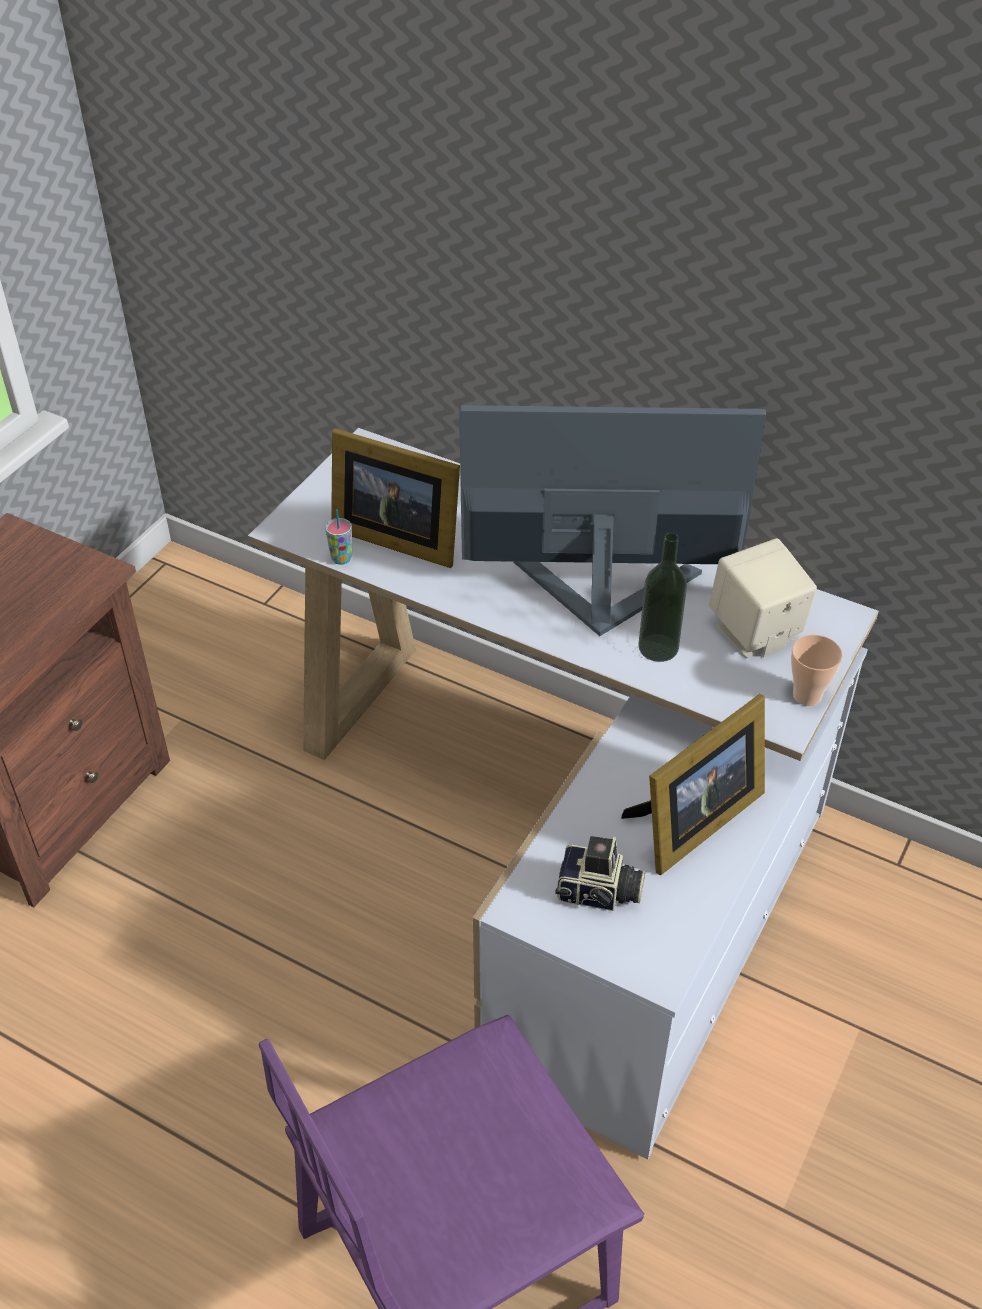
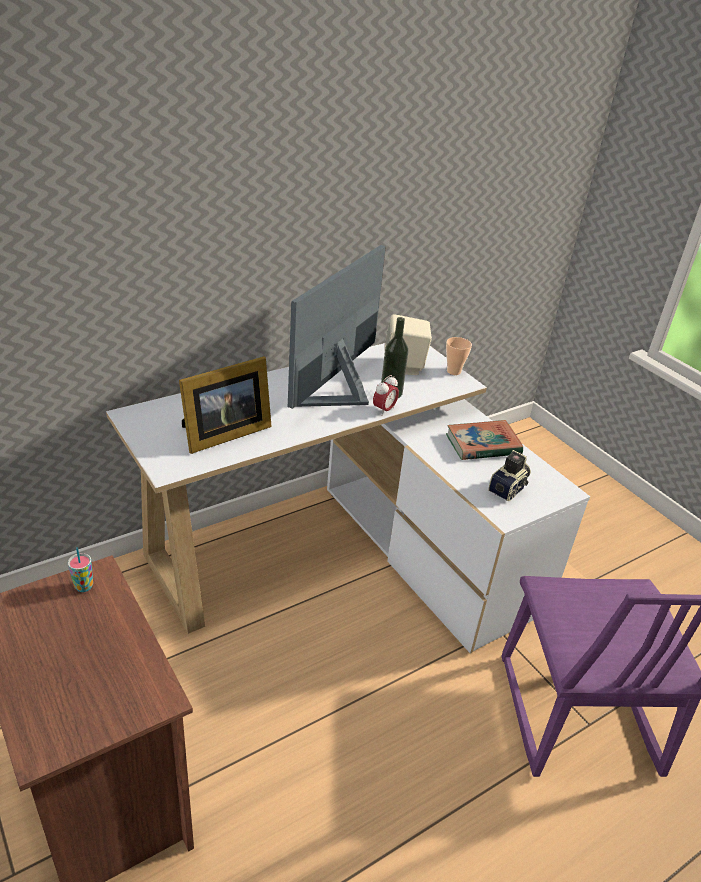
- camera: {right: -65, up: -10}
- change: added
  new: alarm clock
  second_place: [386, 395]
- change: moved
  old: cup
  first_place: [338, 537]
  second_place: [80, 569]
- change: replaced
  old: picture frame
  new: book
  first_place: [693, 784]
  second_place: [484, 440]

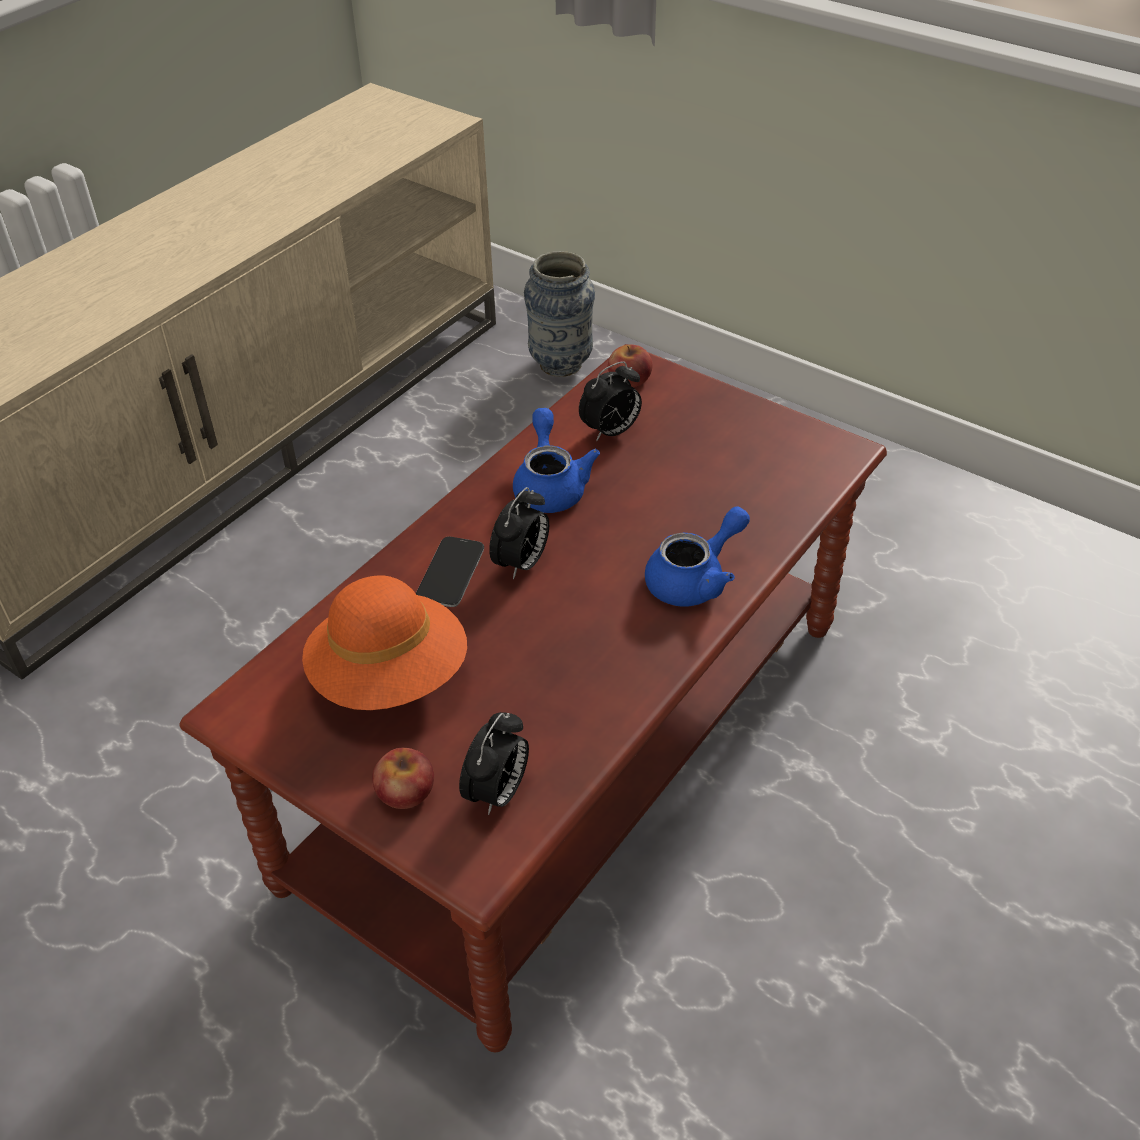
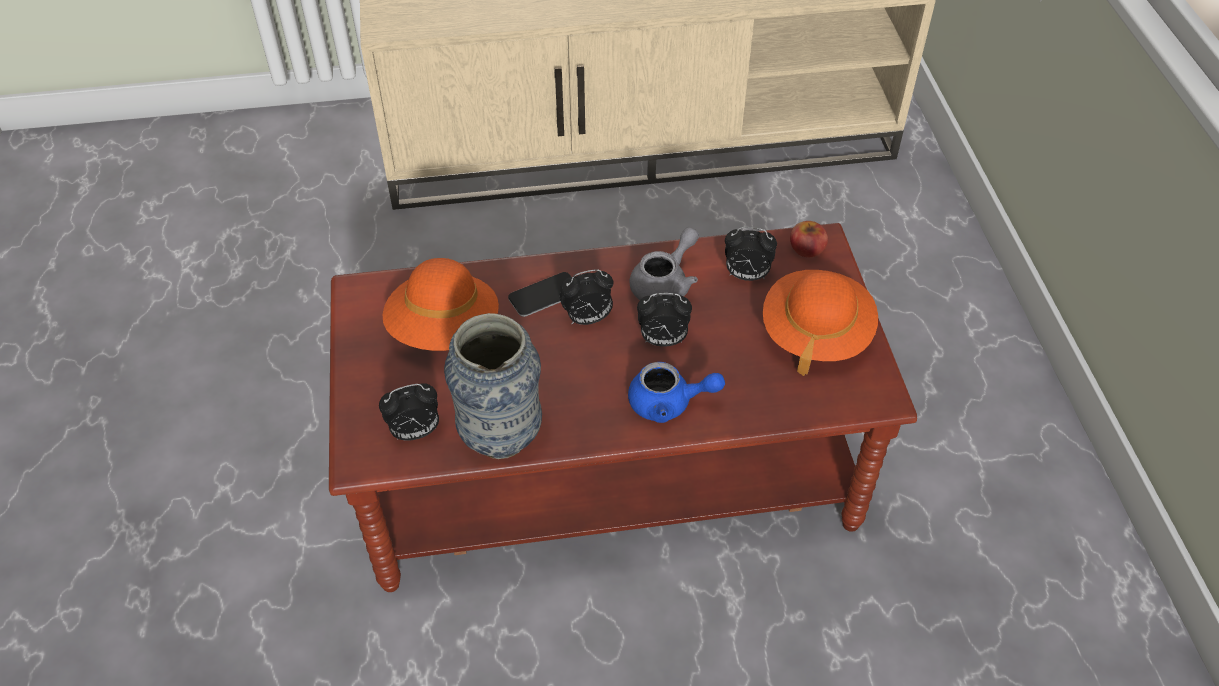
- camera: {right: 45, up: 5}
- change: removed
  old: apple
  first_place: [403, 778]
- change: added
  new: alarm clock
  second_place: [664, 320]
- change: added
  new: hat/orange
  second_place: [820, 323]
- change: moved
  old: vase
  first_place: [559, 314]
  second_place: [493, 386]
- change: recoloured
  old: teapot/blue
  new: teapot/grey
  first_place: [556, 460]
  second_place: [664, 263]

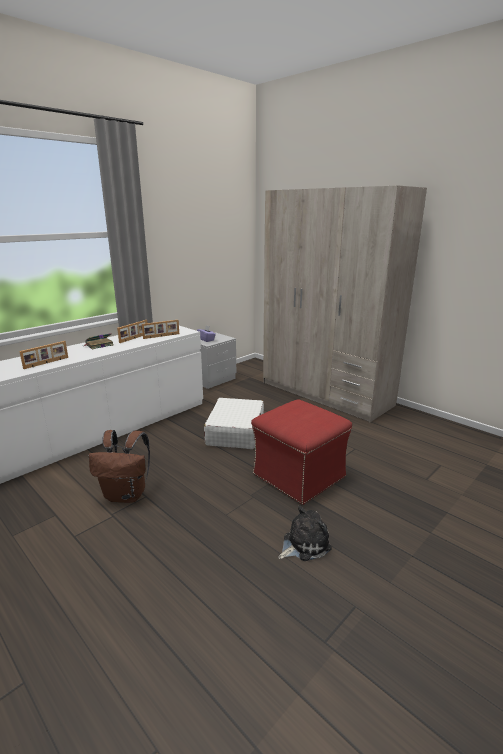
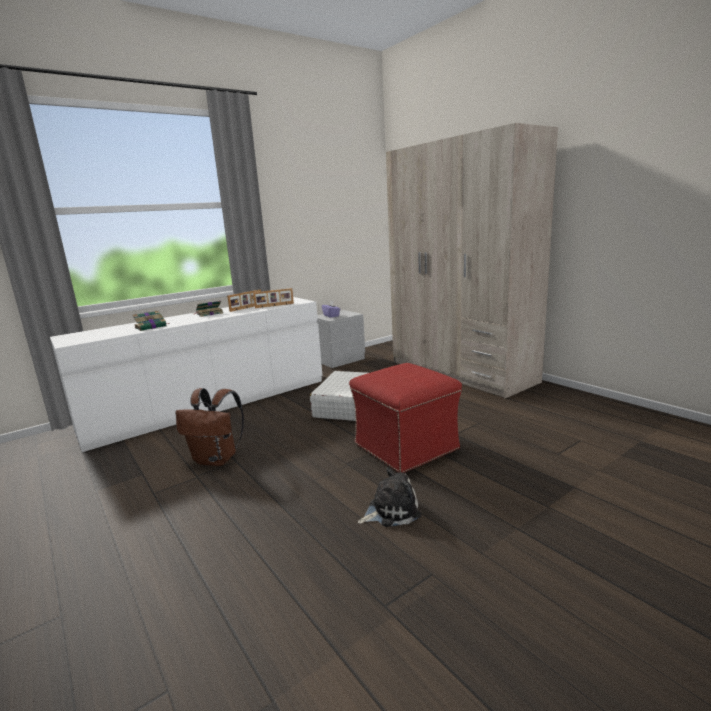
- camera: {right: 10, up: -5}
- change: replaced
  old: picture frame
  new: book
  first_place: [43, 355]
  second_place: [151, 321]

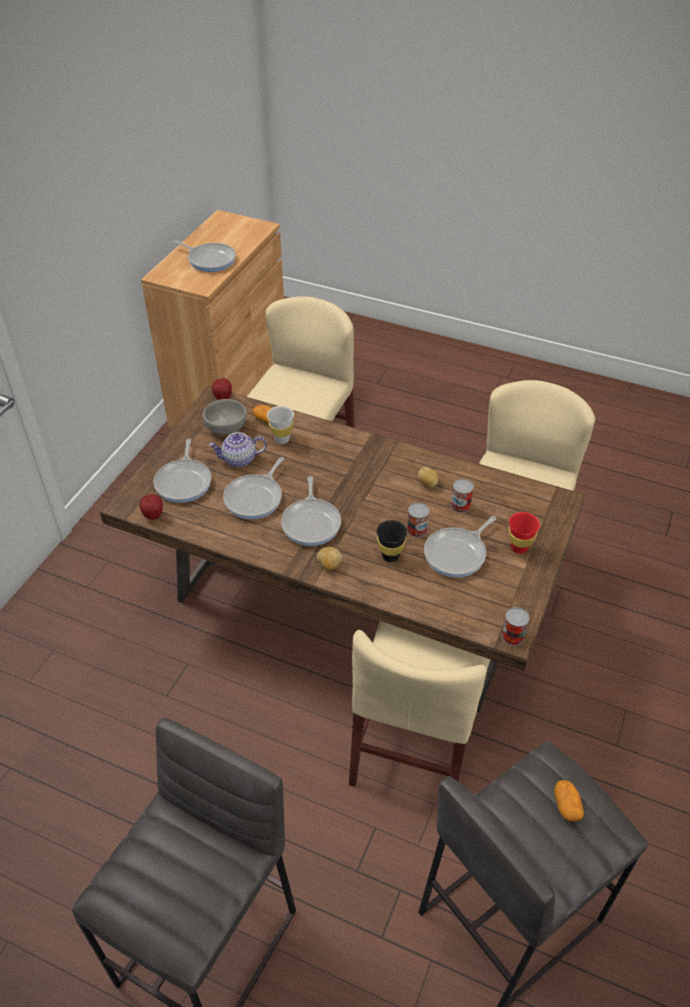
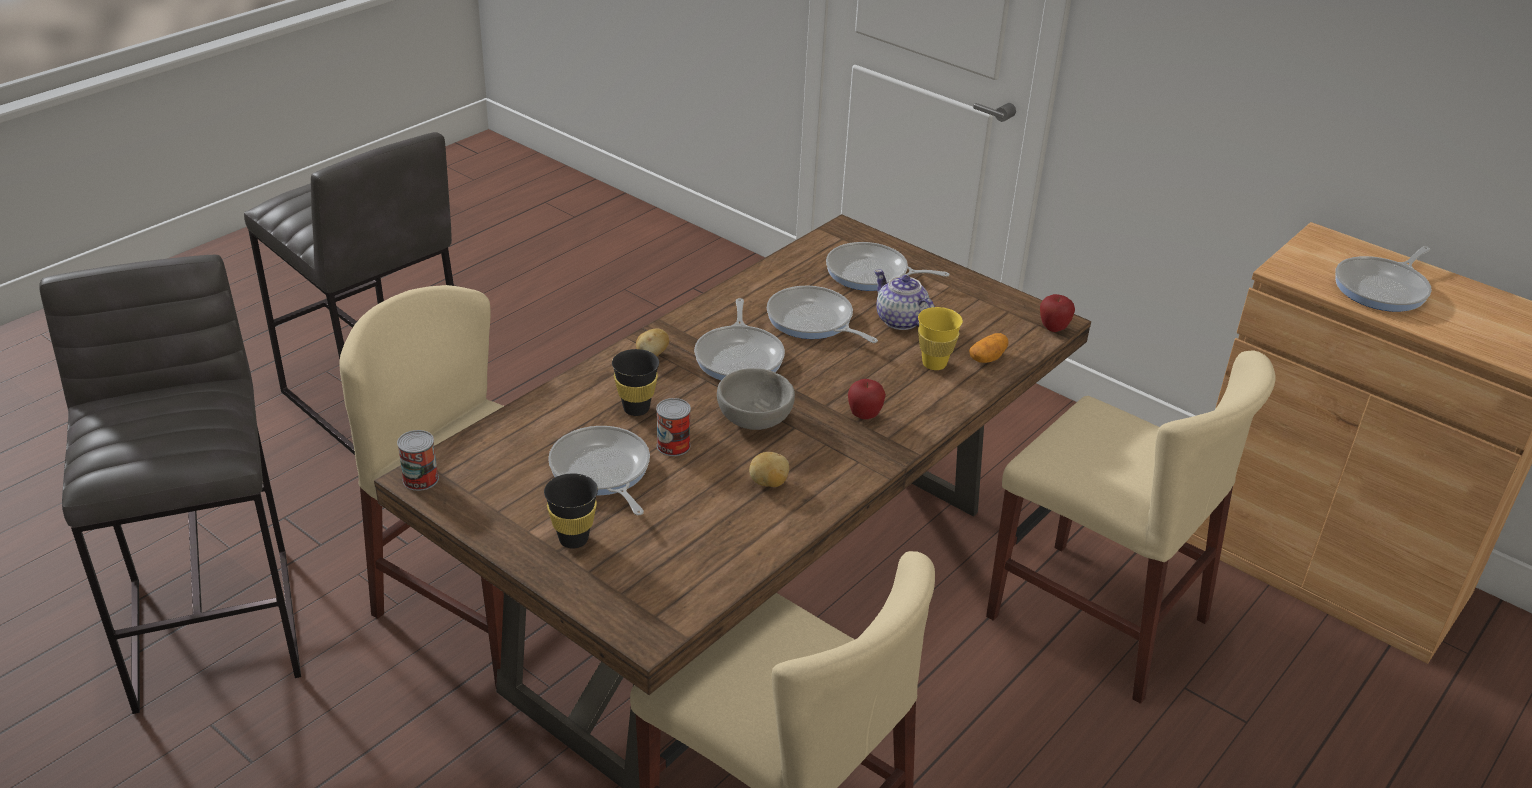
- camera: {right: 105, up: -10}
- change: removed
  old: can
  first_place: [462, 496]
- change: removed
  old: potato
  first_place: [569, 800]
- change: moved
  old: apple
  first_place: [151, 507]
  second_place: [867, 399]
- change: moved
  old: bowl/grey
  first_place: [224, 417]
  second_place: [756, 399]
- change: recoloured
  old: cup/white
  new: cup/yellow
  first_place: [280, 425]
  second_place: [940, 338]
- change: recoloured
  old: cup/red
  new: cup/black
  first_place: [524, 533]
  second_place: [571, 510]
- change: turned
  old: teapot
  first_place: [238, 450]
  second_place: [904, 299]
  degrees: -45
- change: turned
  old: frying pan
  first_place: [311, 511]
  second_place: [739, 339]
  degrees: -105

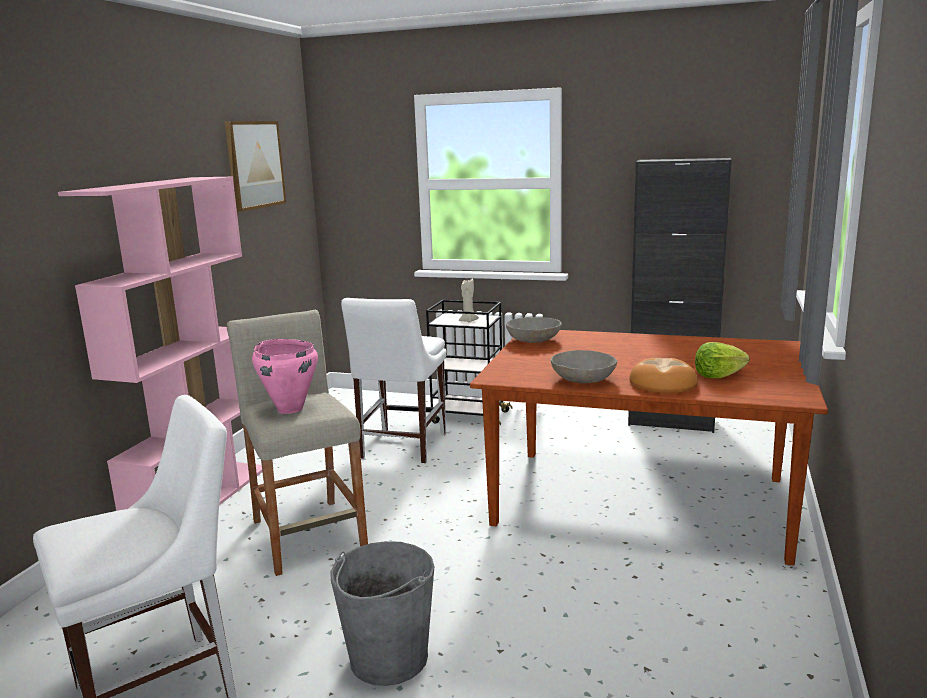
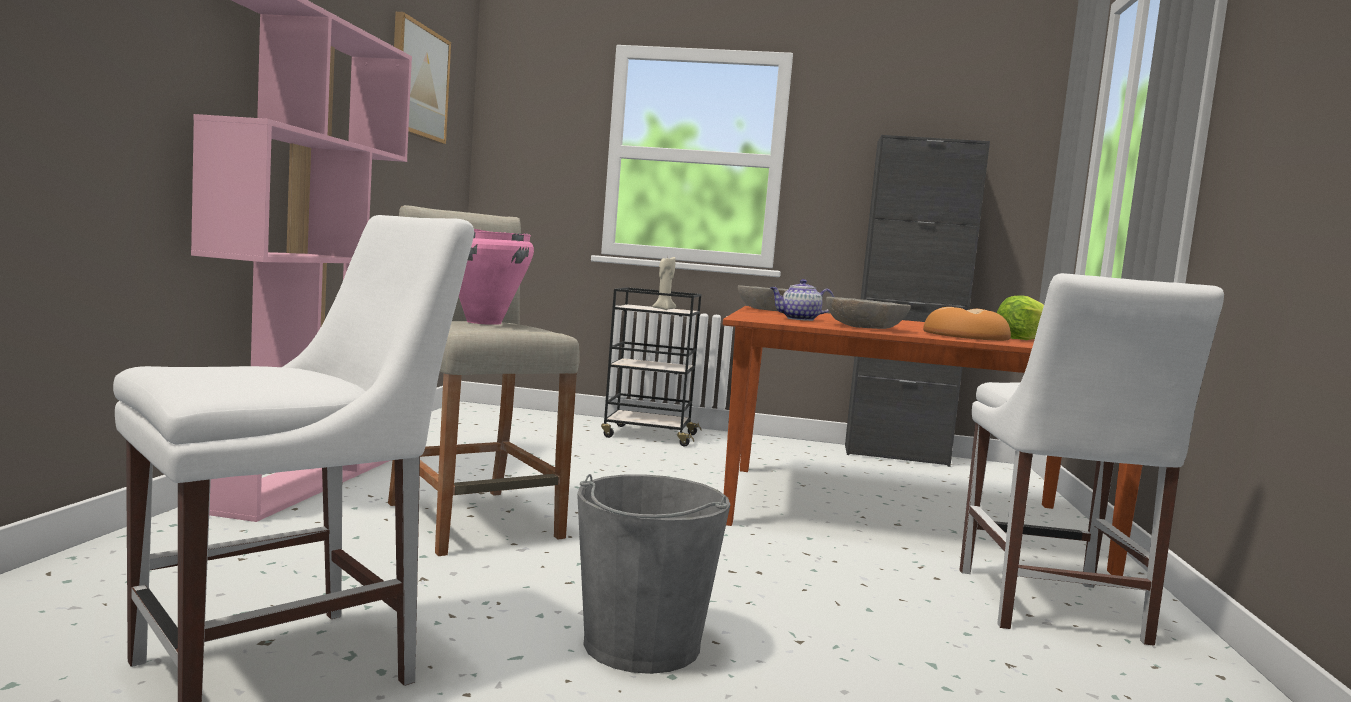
- camera: {right: -10, up: -10}
- change: added
  new: teapot
  second_place: [802, 300]
- change: moved
  old: chair/white
  first_place: [393, 380]
  second_place: [1092, 459]

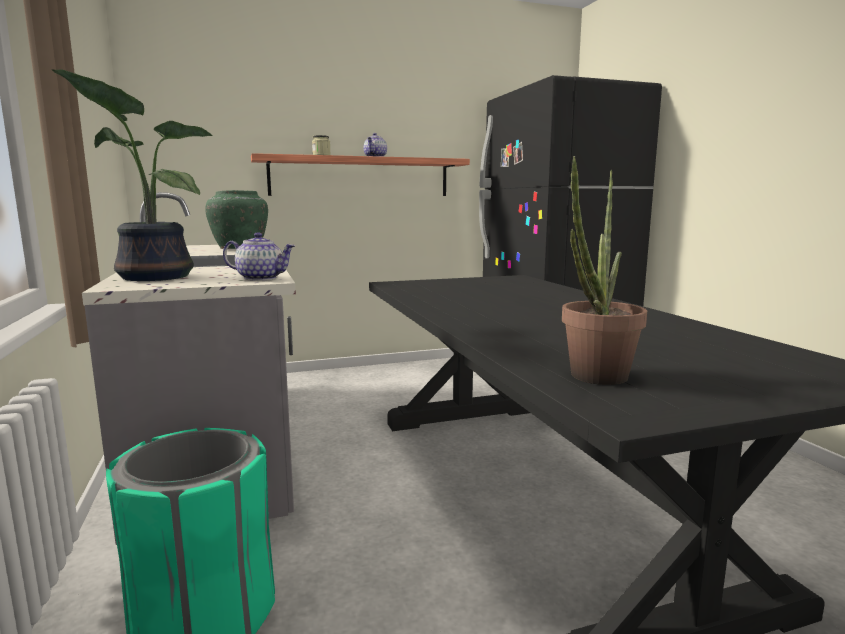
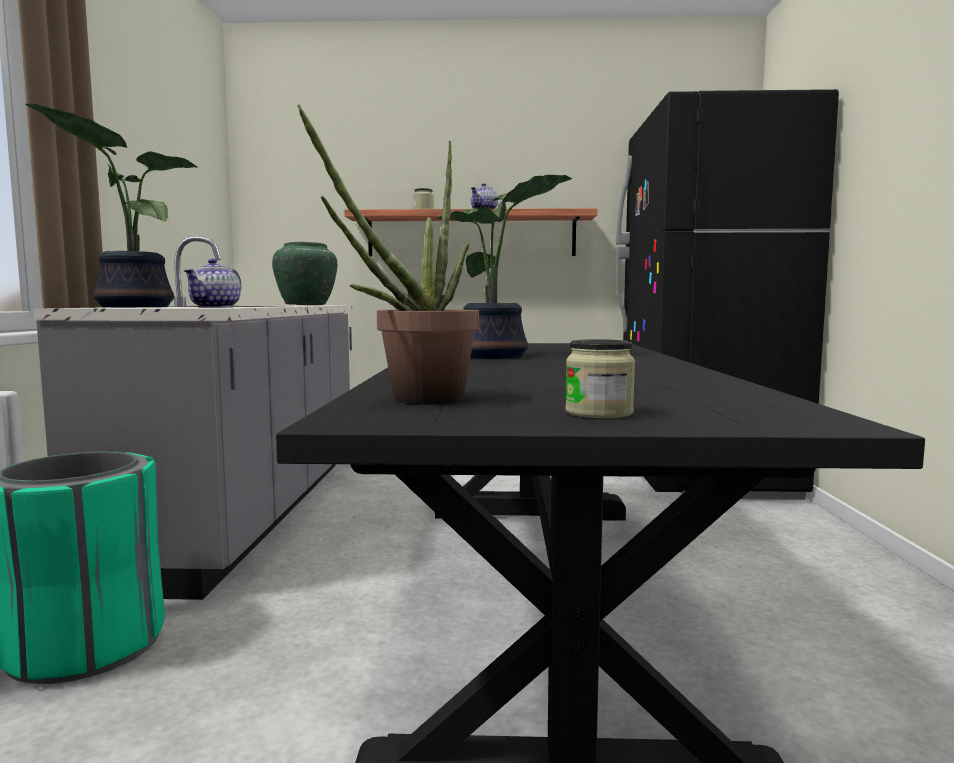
- camera: {right: 20, up: -5}
- change: added
  new: potted plant
  second_place: [503, 267]
- change: added
  new: jar
  second_place: [600, 378]
- change: turned
  old: teapot
  first_place: [259, 256]
  second_place: [212, 283]
  degrees: 75

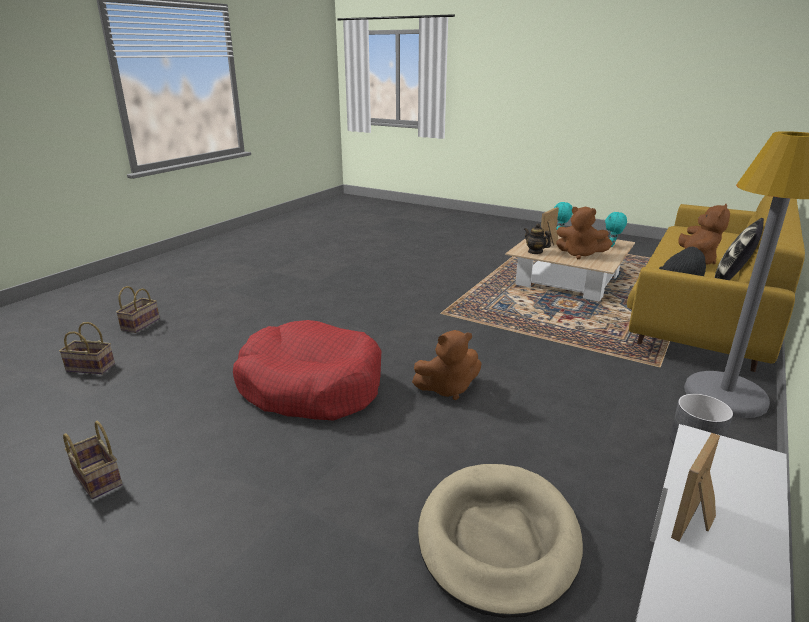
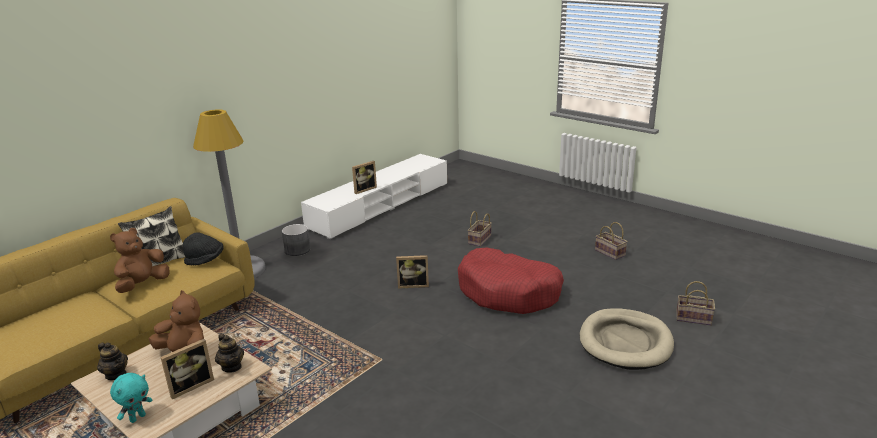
- camera: {right: -170, up: 0}
- change: moved
  old: basket
  first_place: [138, 309]
  second_place: [480, 229]
- change: moved
  old: dog bed/beige
  first_place: [500, 541]
  second_place: [627, 339]
- change: replaced
  old: plush toy/brown
  new: picture frame
  first_place: [447, 365]
  second_place: [412, 272]
- change: replaced
  old: plush toy/turquoise
  new: teapot
  first_place: [616, 229]
  second_place: [112, 361]

